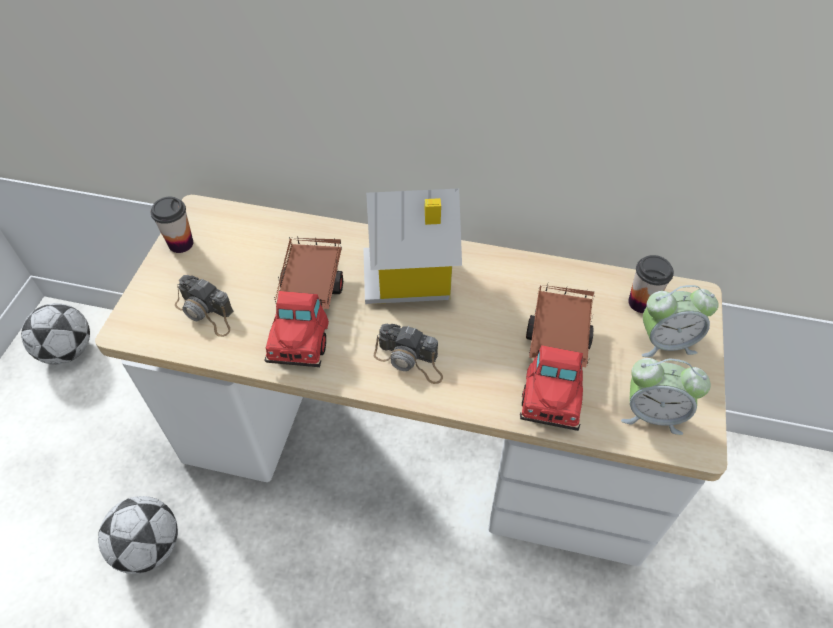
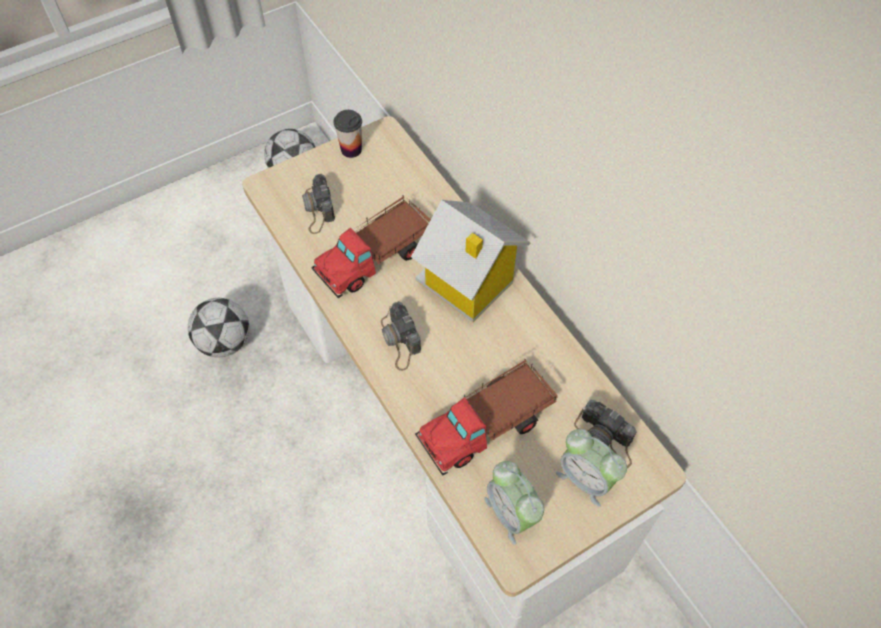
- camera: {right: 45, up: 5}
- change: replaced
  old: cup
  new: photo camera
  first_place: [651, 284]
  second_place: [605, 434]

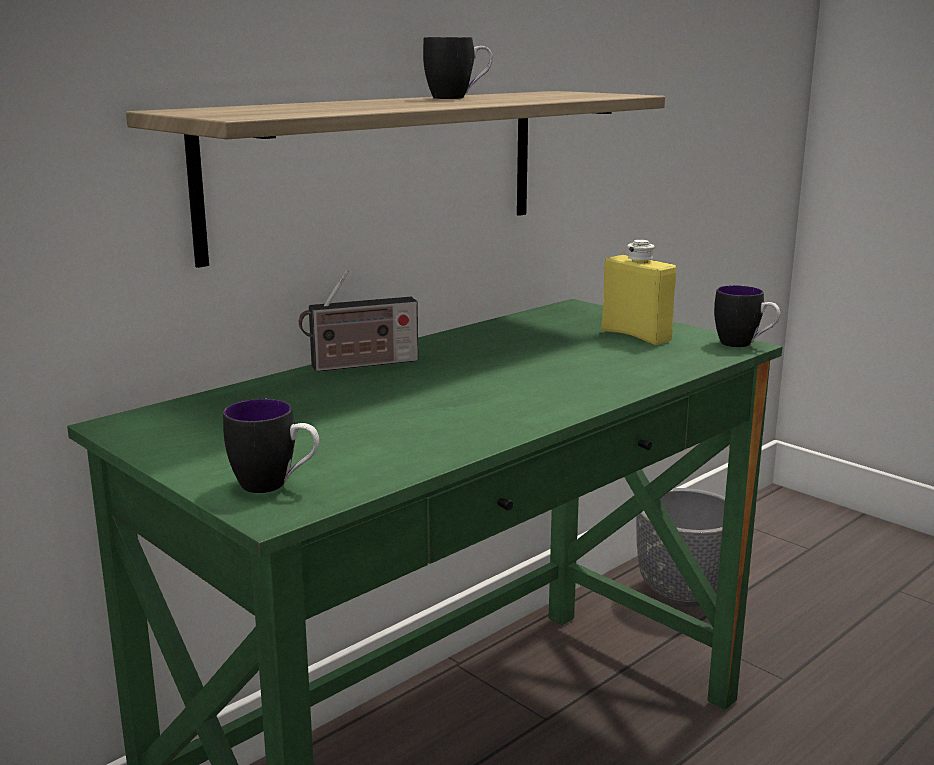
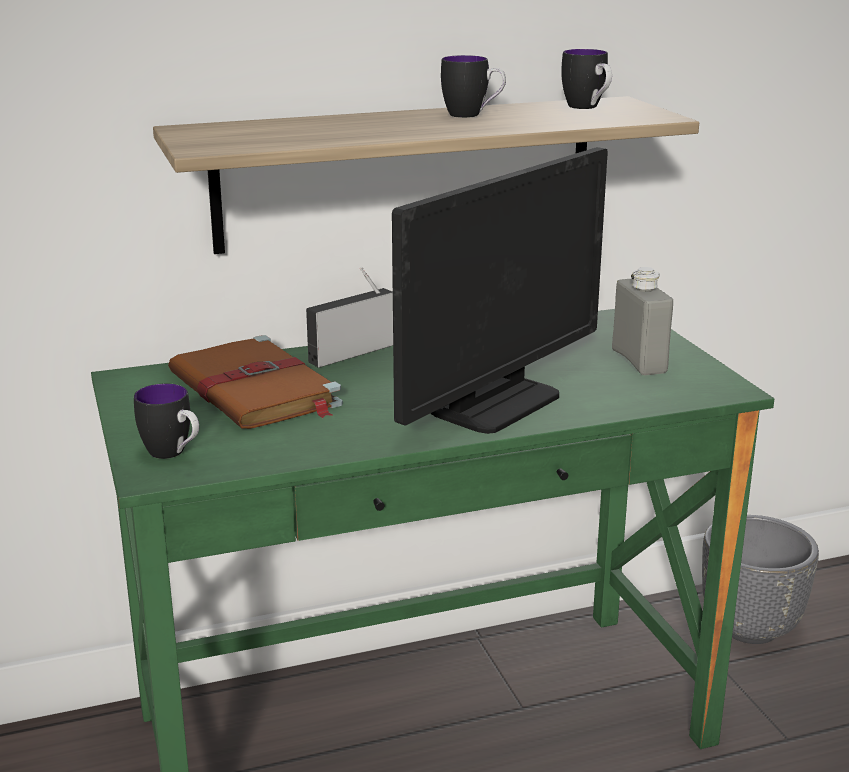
- camera: {right: 25, up: 5}
- change: added
  new: book/brown
  second_place: [255, 382]
- change: added
  new: monitor
  second_place: [500, 290]
- change: moved
  old: mug
  first_place: [747, 316]
  second_place: [586, 79]
- change: recoloured
  old: bottle/yellow
  new: bottle/grey
  first_place: [639, 292]
  second_place: [642, 321]
- change: turned
  old: radio
  first_place: [358, 321]
  second_place: [349, 317]
  degrees: 135

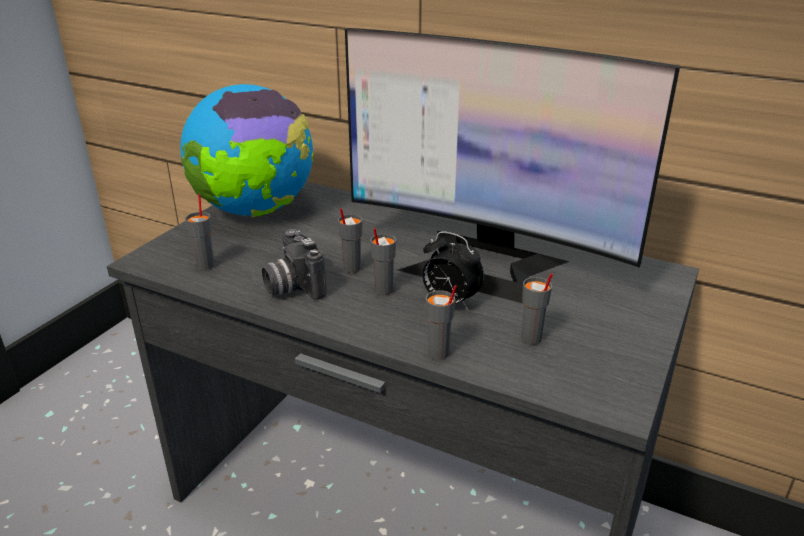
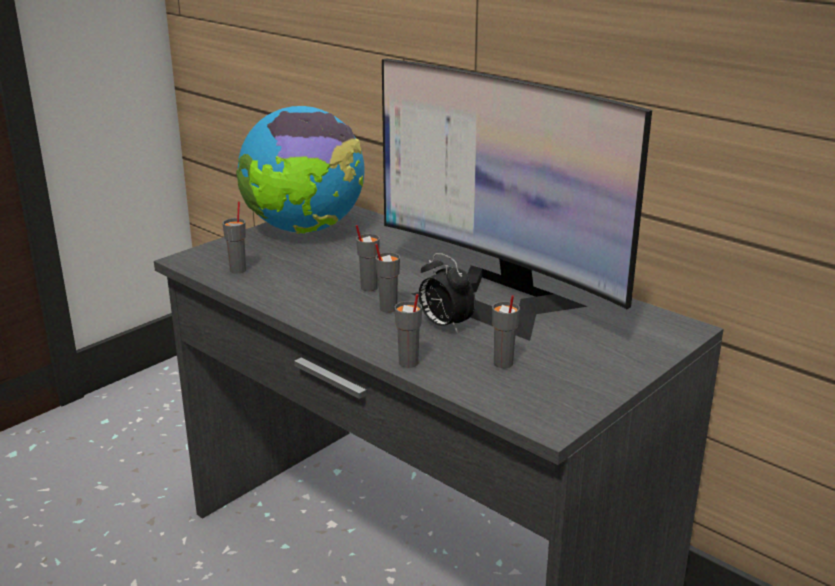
- camera: {right: 15, up: -5}
- change: removed
  old: photo camera
  first_place: [294, 264]

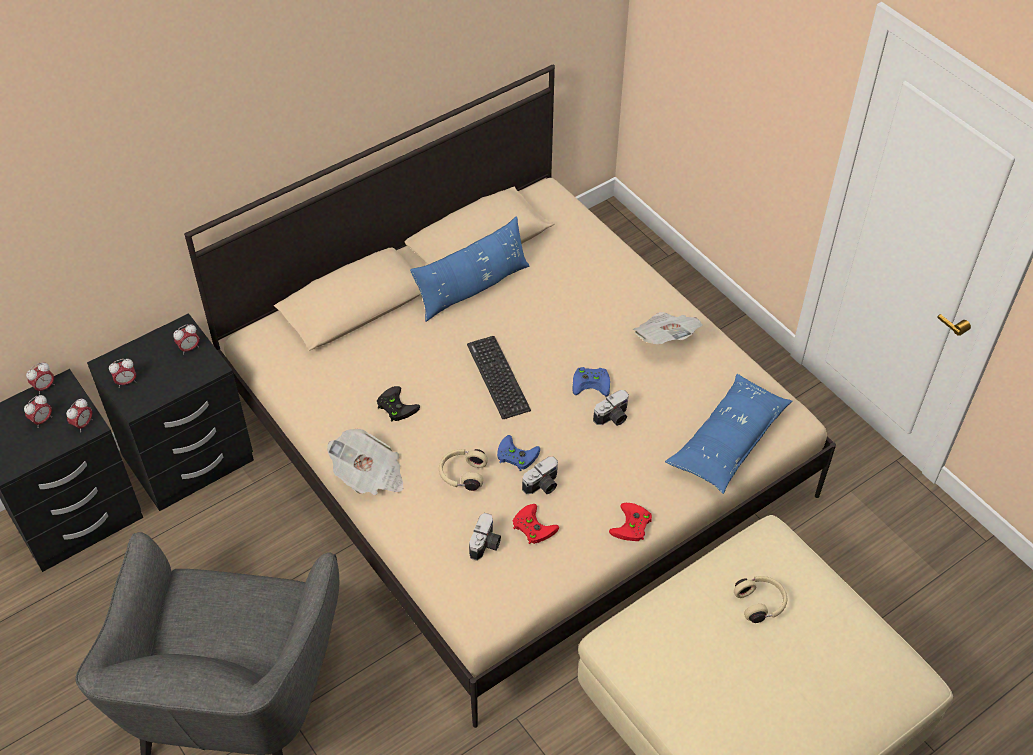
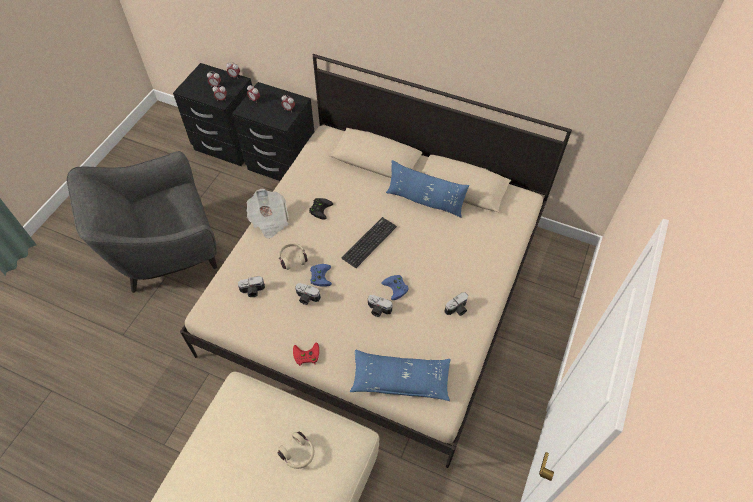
- camera: {right: 60, up: 5}
- change: removed
  old: game controller/red
  first_place: [536, 524]
- change: replaced
  old: newspaper
  new: photo camera
  first_place: [668, 328]
  second_place: [456, 304]

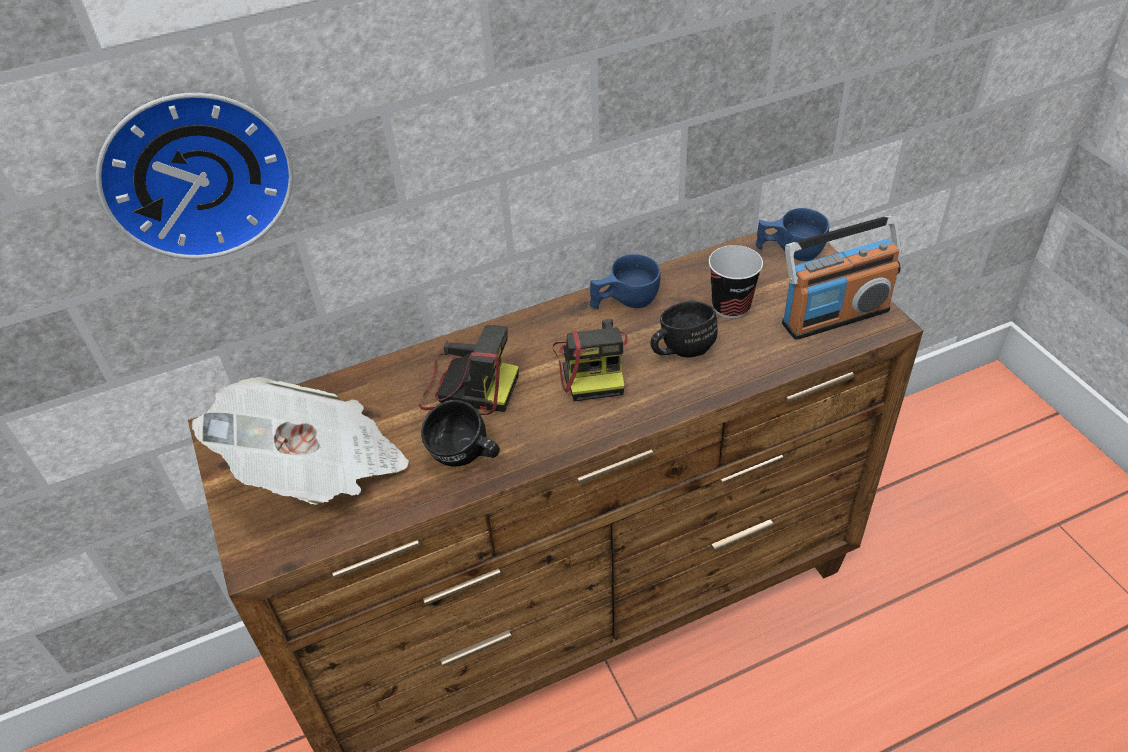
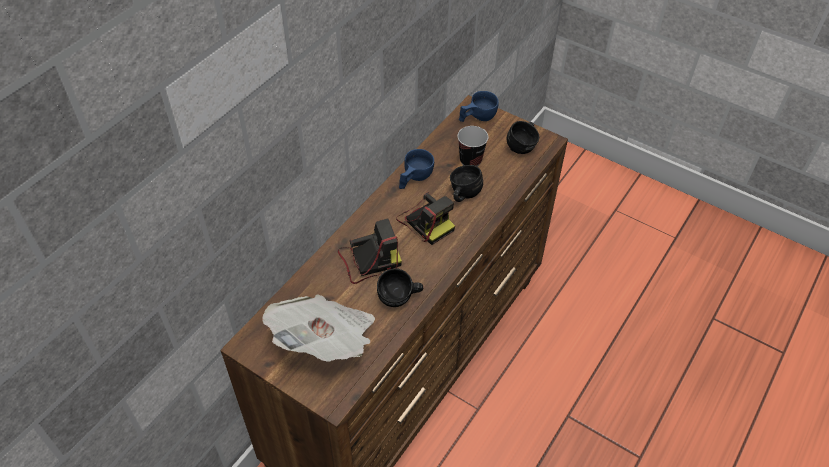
- camera: {right: -35, up: 5}
- change: removed
  old: wall clock
  first_place: [194, 176]
- change: replaced
  old: radio
  new: mug/black
  first_place: [841, 277]
  second_place: [523, 137]

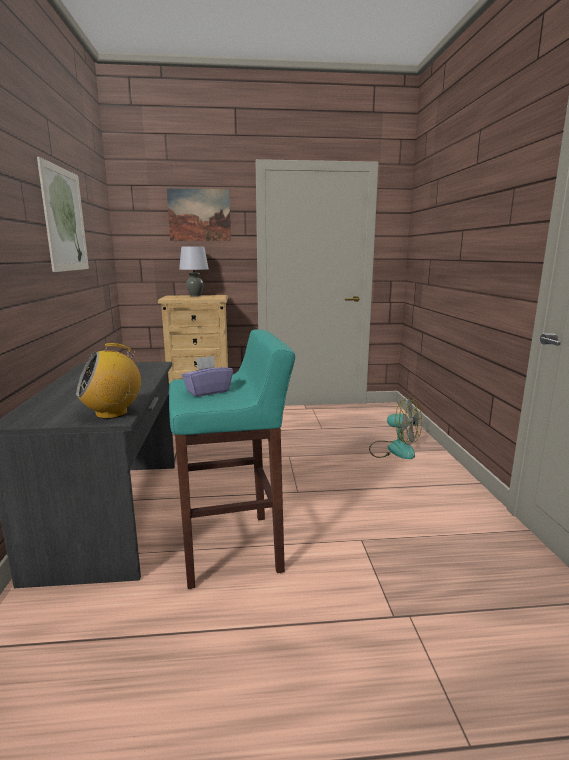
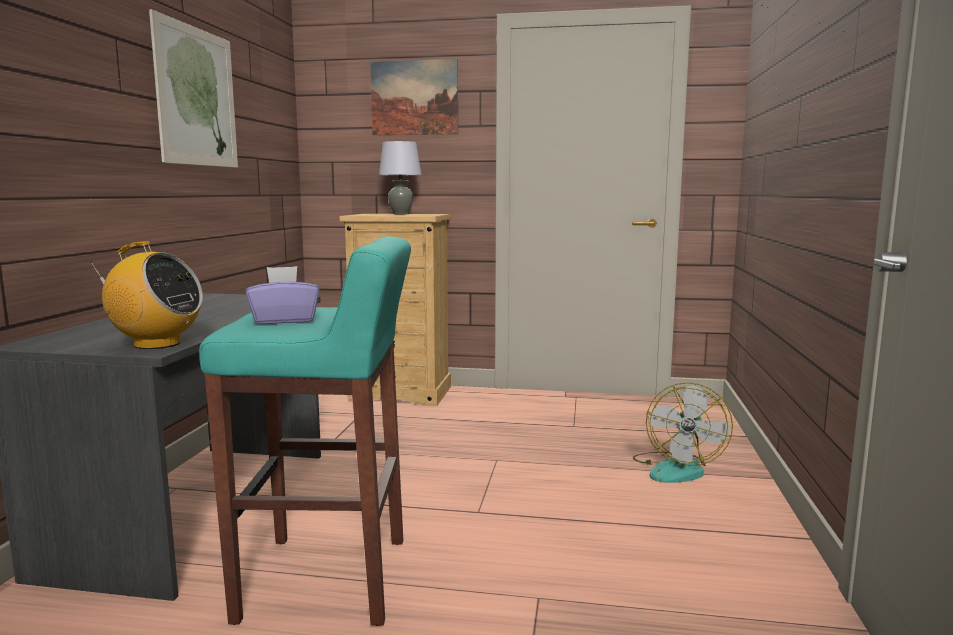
- camera: {right: 15, up: -5}
- change: turned
  old: radio
  first_place: [108, 381]
  second_place: [146, 295]
  degrees: -150
- change: turned
  old: fan
  first_place: [395, 428]
  second_place: [683, 432]
  degrees: 60

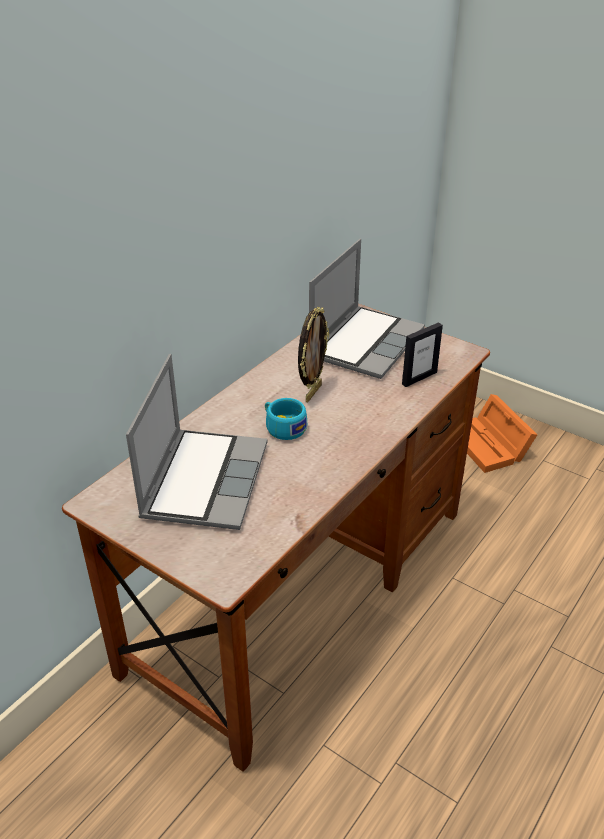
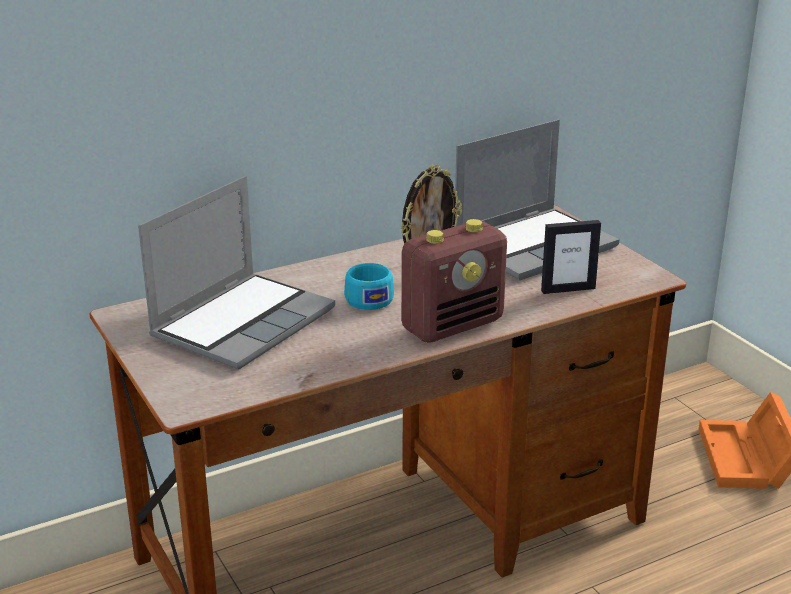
- camera: {right: 25, up: -10}
- change: added
  new: radio
  second_place: [454, 281]

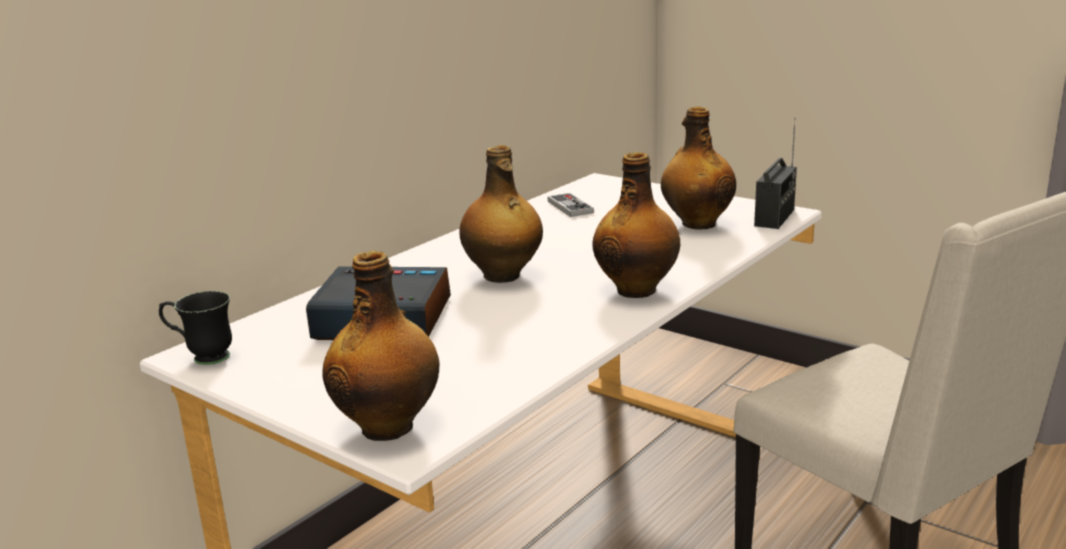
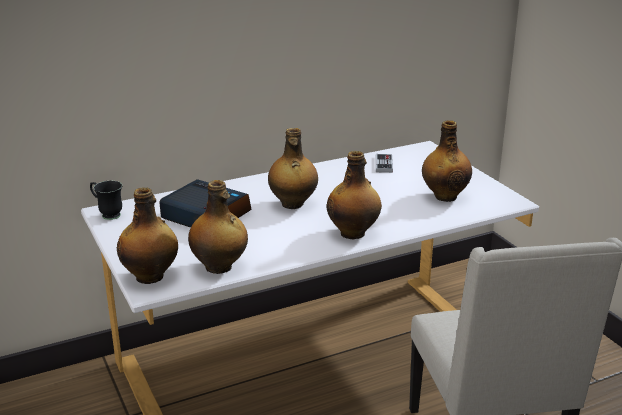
- camera: {right: 25, up: 5}
- change: removed
  old: radio
  first_place: [775, 173]
- change: added
  new: bottle
  second_place: [218, 227]

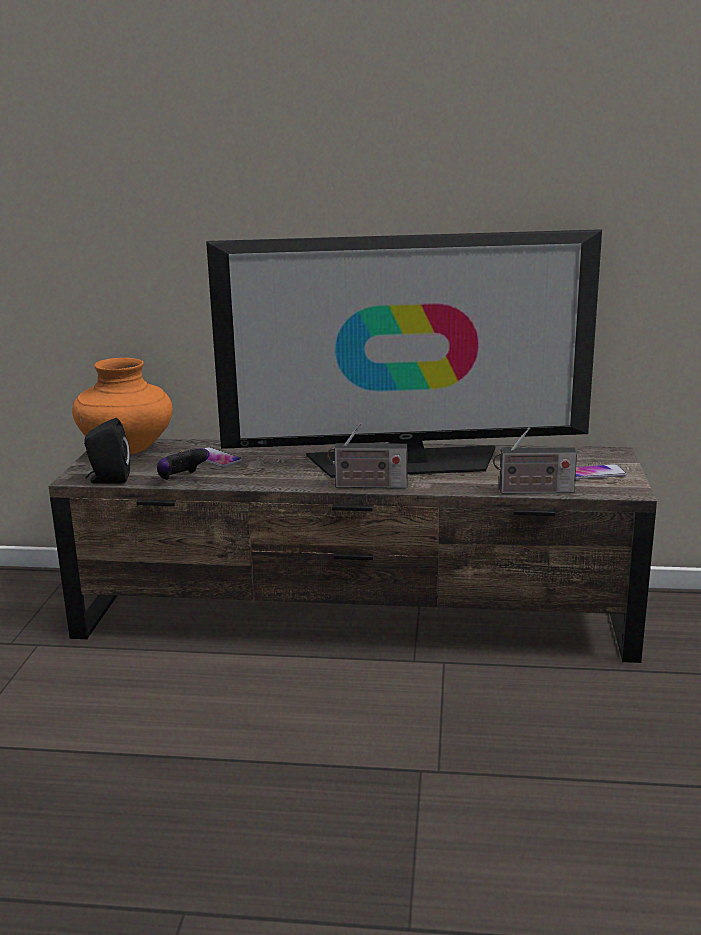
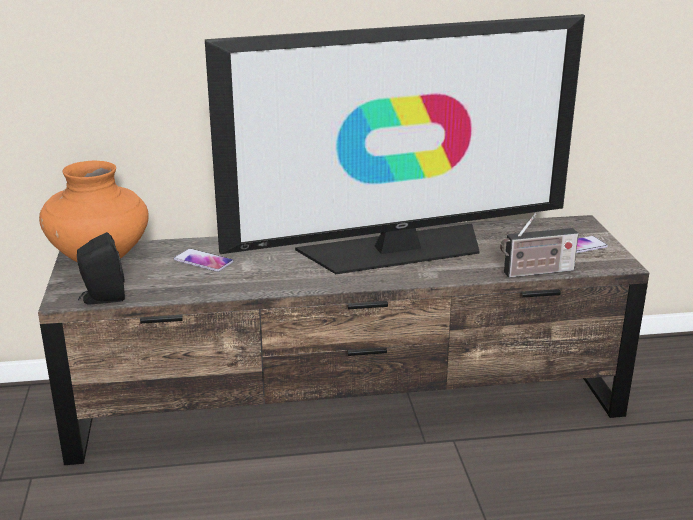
- camera: {right: -15, up: 5}
- change: removed
  old: game controller
  first_place: [183, 465]
- change: removed
  old: radio
  first_place: [367, 455]

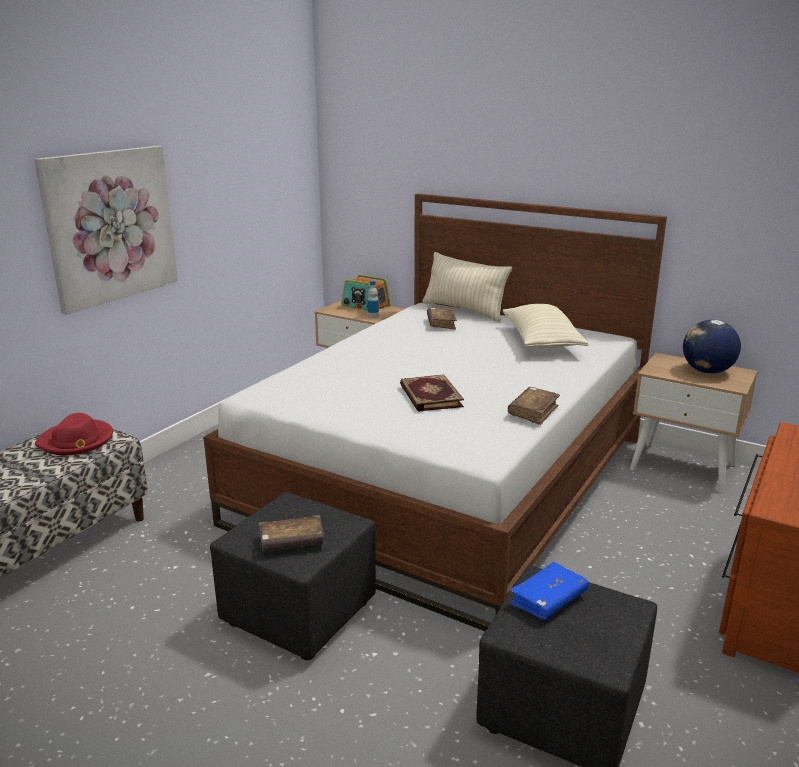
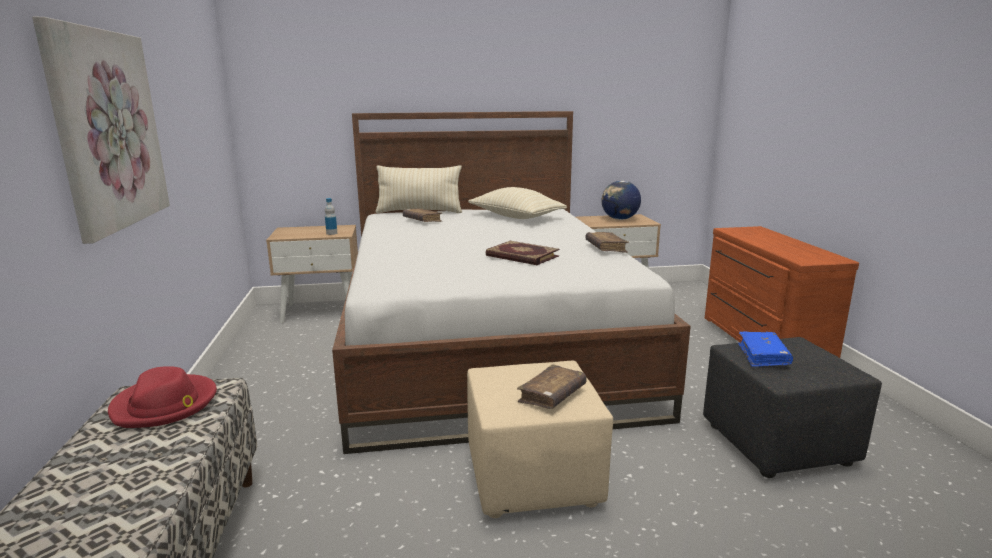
- camera: {right: -40, up: -5}
- change: removed
  old: radio
  first_place: [366, 293]
- change: recoloured
  old: ottoman/black
  new: ottoman/beige
  first_place: [293, 576]
  second_place: [540, 439]

